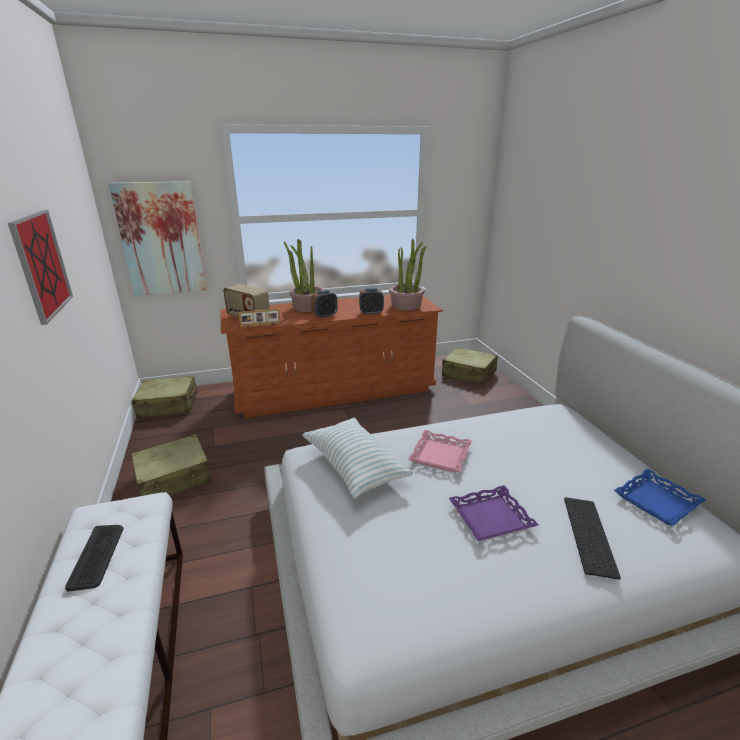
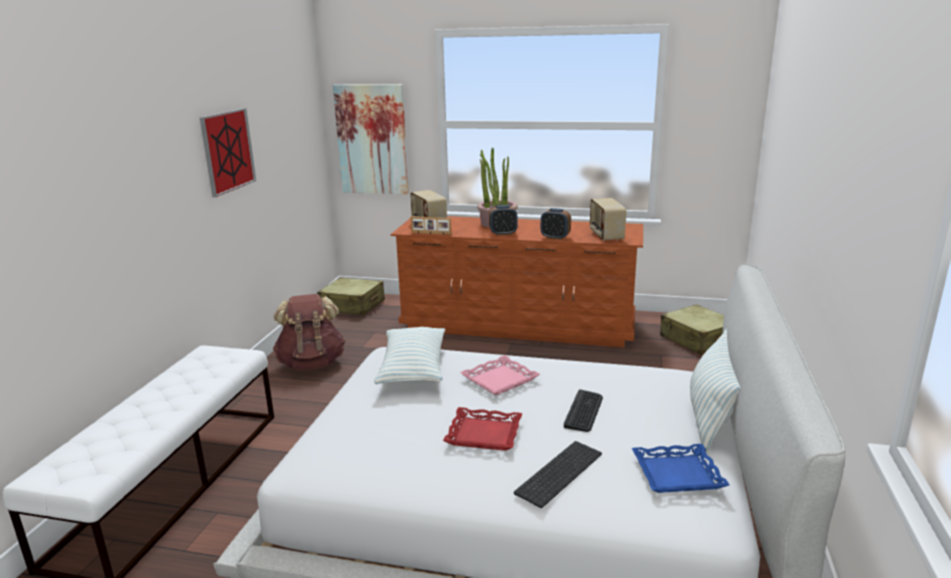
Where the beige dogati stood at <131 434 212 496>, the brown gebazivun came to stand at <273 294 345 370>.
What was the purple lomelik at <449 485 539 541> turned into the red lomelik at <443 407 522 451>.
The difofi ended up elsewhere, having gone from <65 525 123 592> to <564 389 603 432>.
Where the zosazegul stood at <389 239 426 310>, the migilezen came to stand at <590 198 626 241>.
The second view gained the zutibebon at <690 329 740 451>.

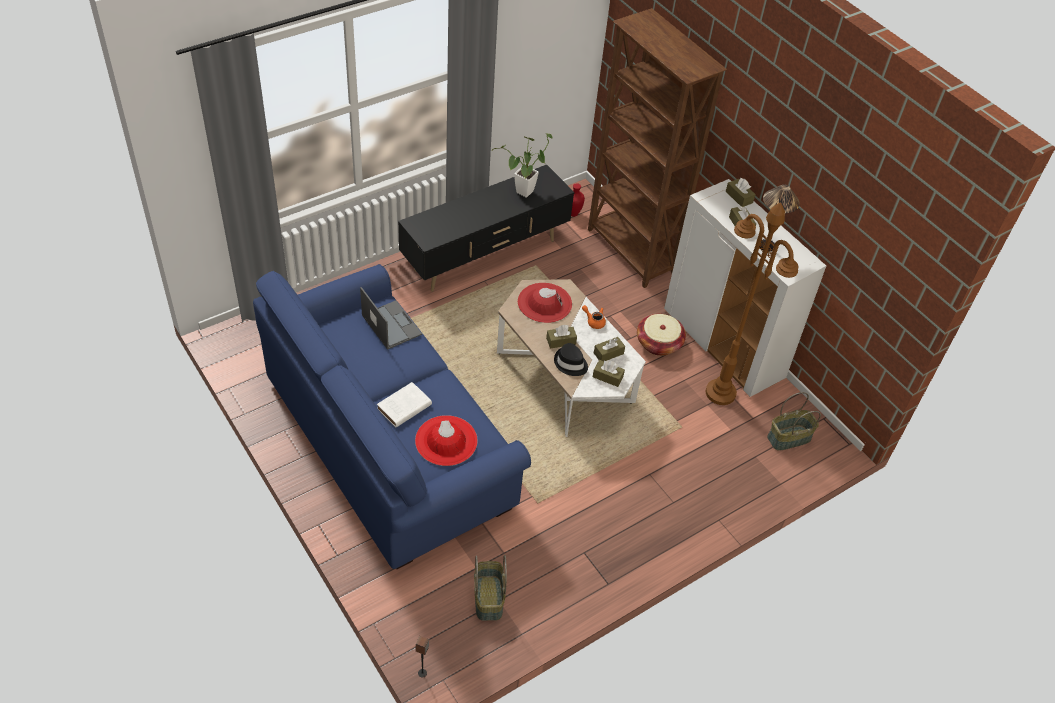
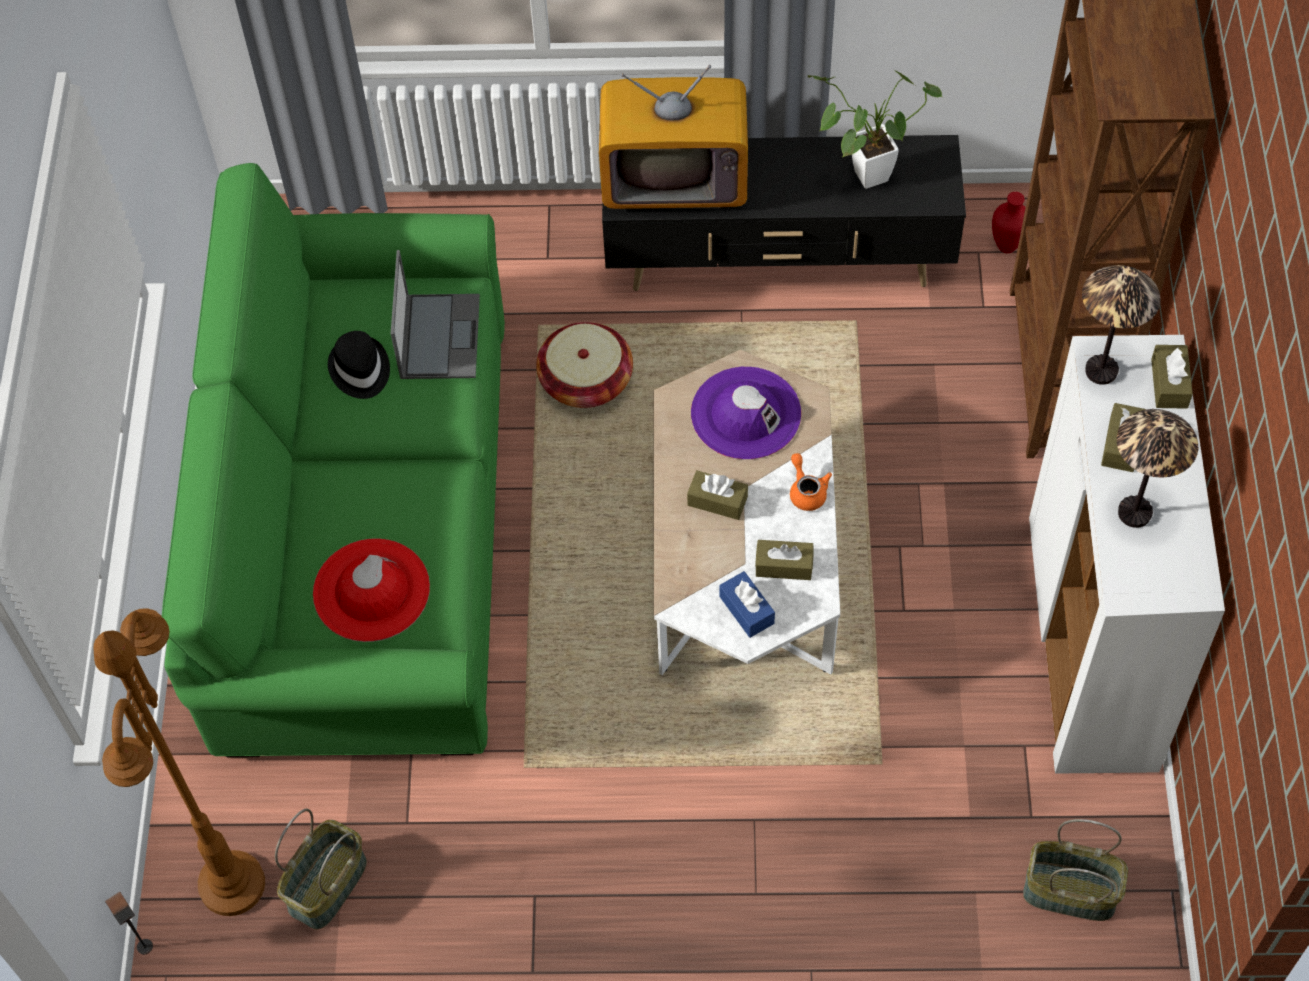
The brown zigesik ended up elsewhere, having gone from <706 202 799 405> to <94 608 265 916>.
What was the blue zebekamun at <253 264 531 569> turned into the green zebekamun at <162 163 505 758>.
The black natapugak ended up elsewhere, having gone from <554 343 588 376> to <328 331 390 399>.
The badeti ended up elsewhere, having gone from <637 314 686 356> to <536 322 633 408>.
The second view gained the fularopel at <599 65 748 209>.
What was the red natapugak at <518 283 572 323> turned into the purple natapugak at <691 367 801 460>.
What was the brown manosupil at <593 360 625 387> turned into the blue manosupil at <720 571 775 638>.
The second view gained the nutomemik at <1082 265 1160 385>.
The second view lost the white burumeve at <377 382 432 427>.

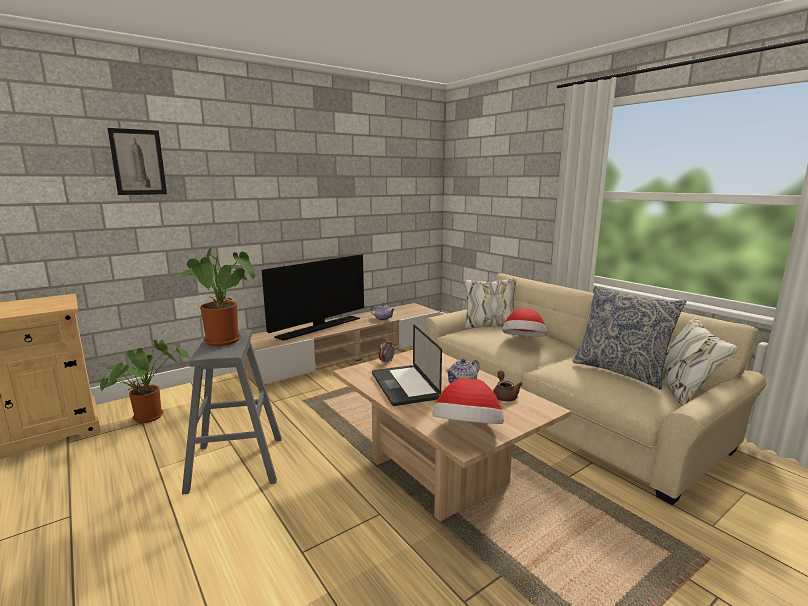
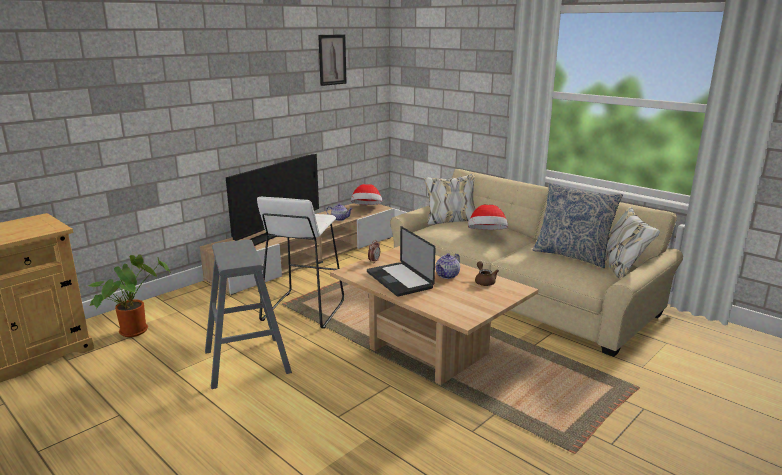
The second view gained the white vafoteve at <257 196 344 329>.
The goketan ended up elsewhere, having gone from <107 128 167 195> to <318 34 347 86>.
The natapugak ended up elsewhere, having gone from <432 378 504 424> to <351 184 382 205>.
The second view lost the zosazegul at <178 247 255 346>.

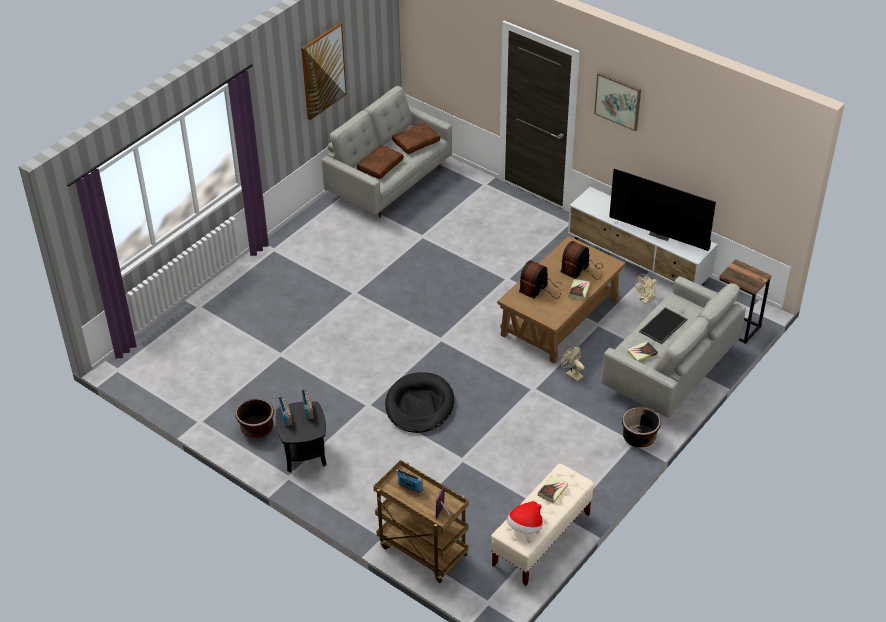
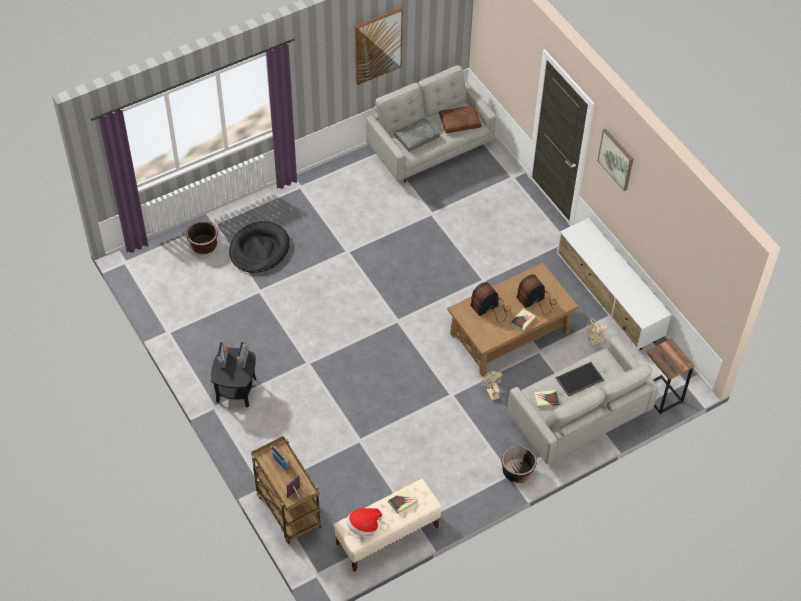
The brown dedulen ended up elsewhere, having gone from <235 399 274 438> to <186 221 218 254>.
The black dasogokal ended up elsewhere, having gone from <385 372 454 433> to <229 221 290 273>.
What was the brown zutibebon at <357 145 404 179> turned into the grey zutibebon at <394 118 440 152>.
The second view lost the fularopel at <609 169 716 251>.

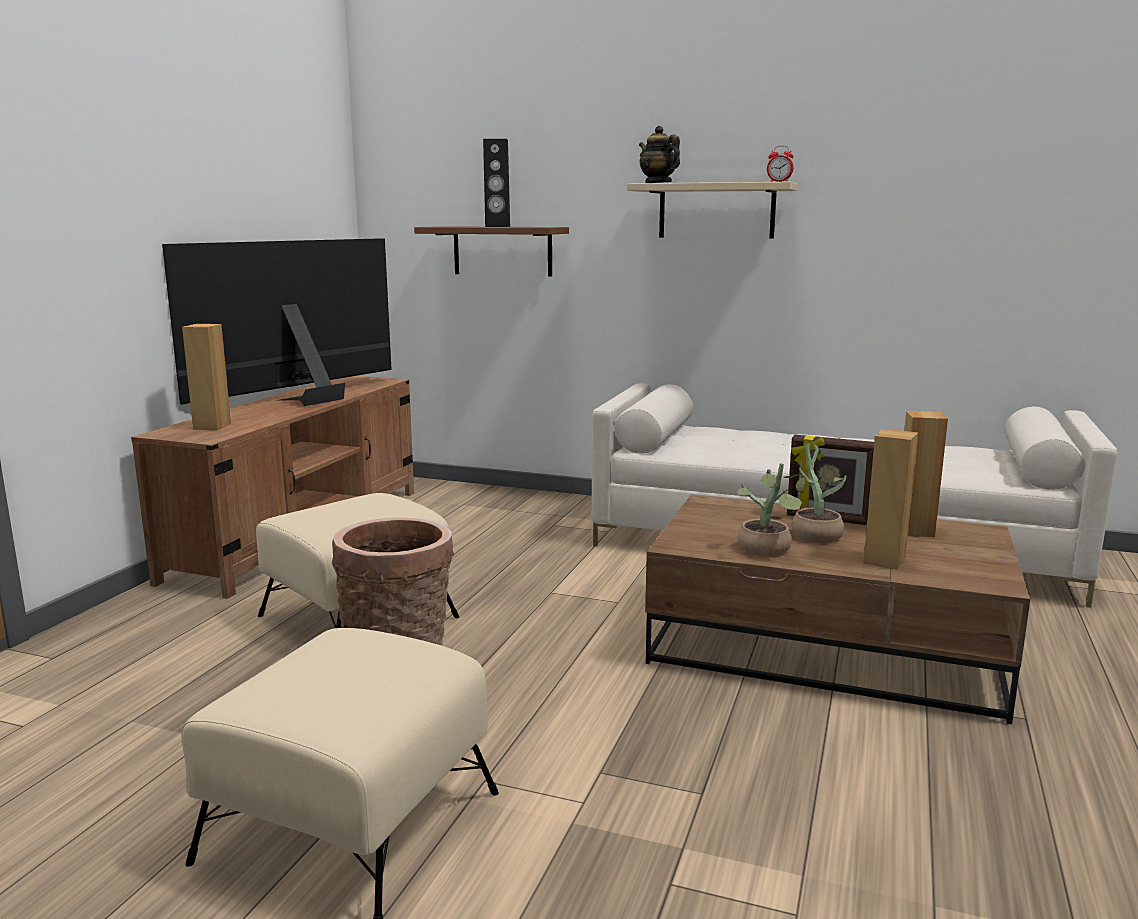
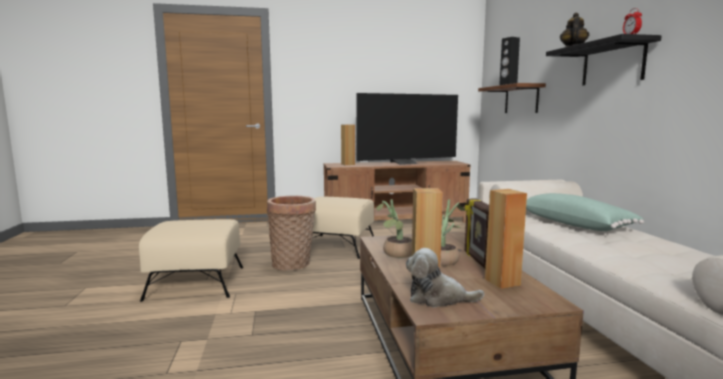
The fularopel at <162 238 392 406> ended up facing another way, 150 degrees clockwise from before.
The second view gained the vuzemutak at <406 248 484 307>.
The second view gained the green zutibebon at <526 193 644 231>.
What was the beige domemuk at <627 182 797 239> turned into the black domemuk at <546 34 662 85>.

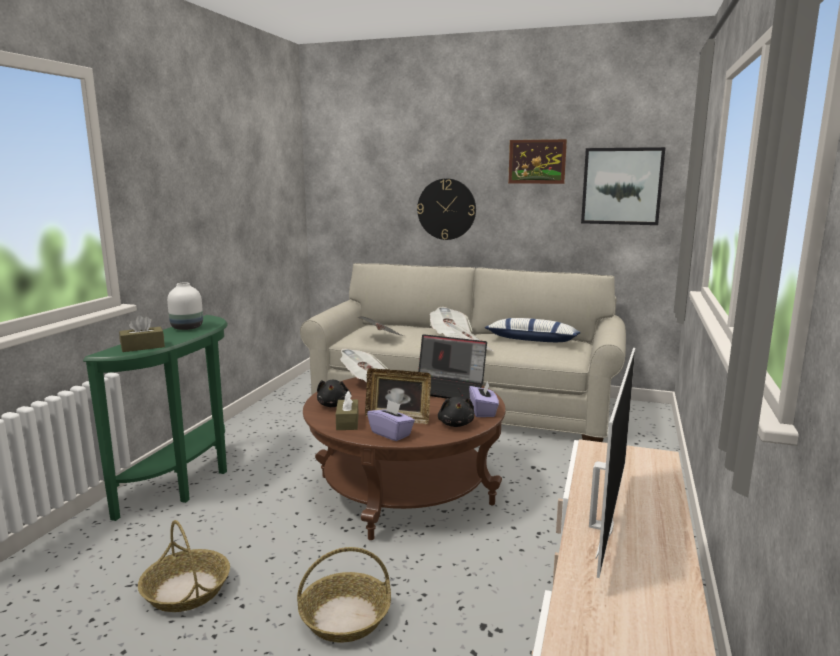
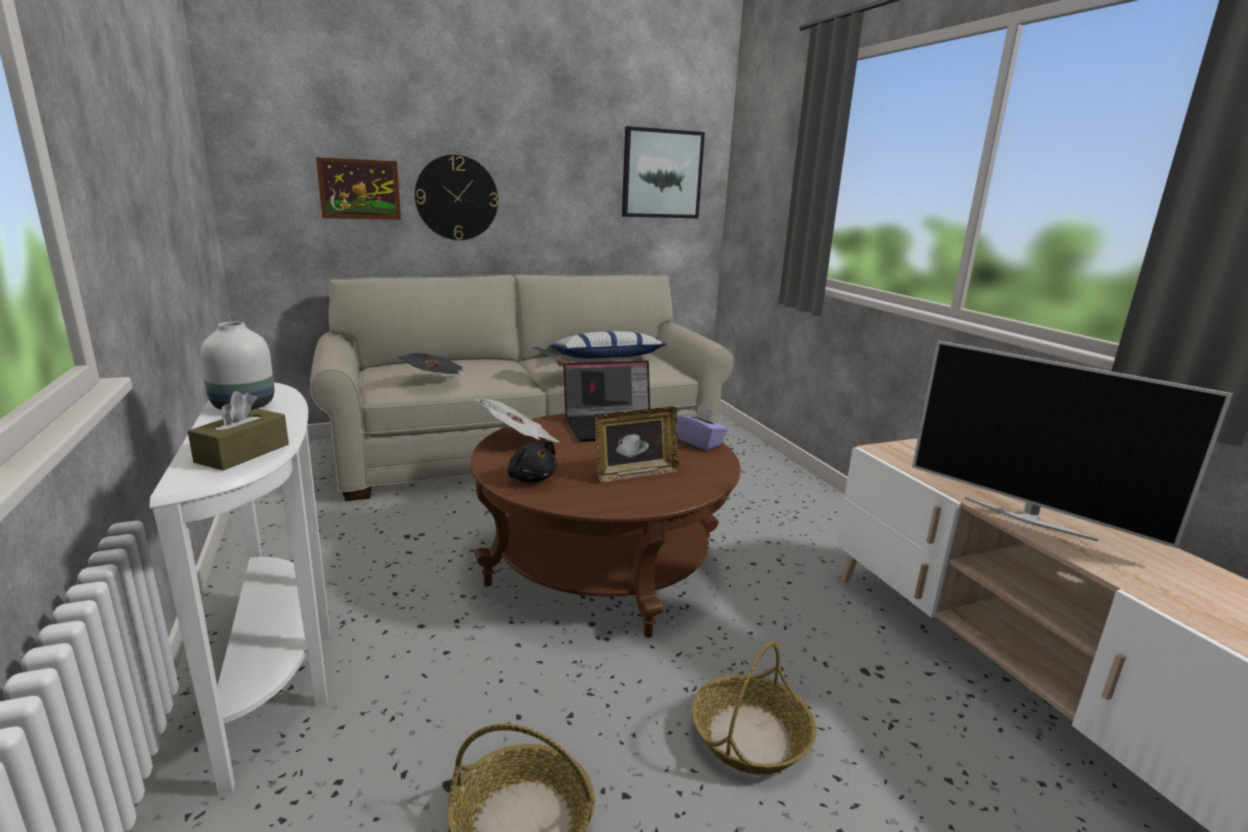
What was the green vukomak at <83 315 228 521> turned into the white vukomak at <149 382 330 796>.
The goketan ended up elsewhere, having gone from <508 139 567 184> to <316 157 401 220>.
The fularopel at <589 348 635 578> ended up facing another way, 150 degrees clockwise from before.
The second view lost the brown manosupil at <336 391 359 430>.
The second view lost the purple manosupil at <367 400 415 441>.
The second view lost the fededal at <430 307 472 339>.
The second view lost the black vuzemutak at <438 397 474 427>.

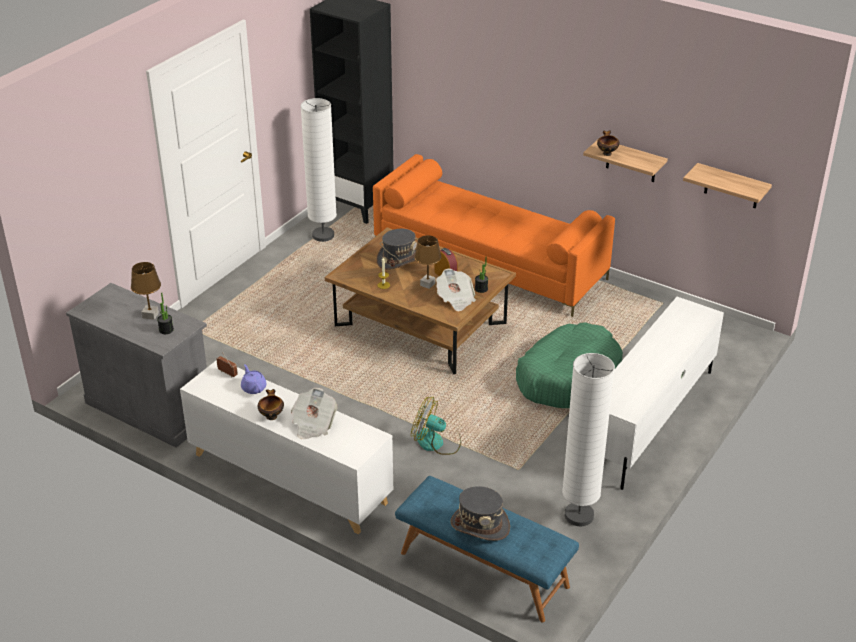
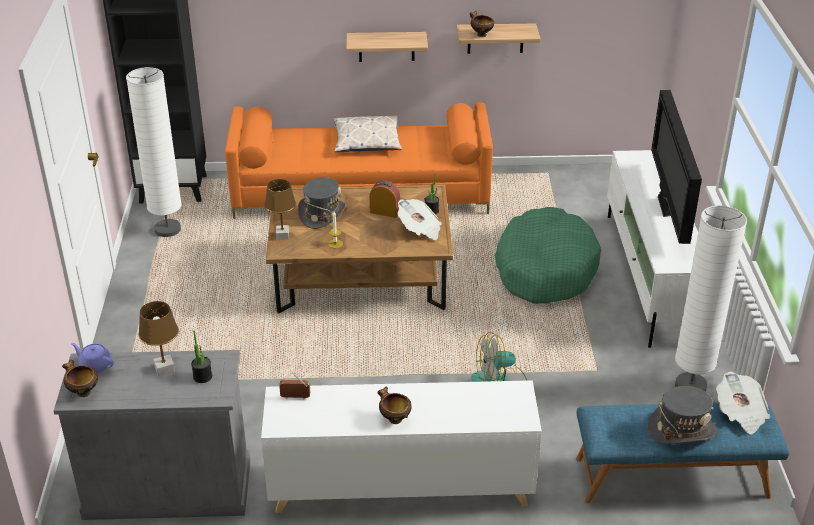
The second view gained the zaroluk at <62 360 98 397>.
The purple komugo ended up elsewhere, having gone from <241 364 266 394> to <71 343 114 373>.
The brown nutomemik ended up elsewhere, having gone from <414 235 441 289> to <265 179 296 240>.
The second view gained the zutibebon at <333 115 402 152>.
The domemuk ended up elsewhere, having gone from <683 163 772 209> to <346 32 428 62>.
The second view gained the fularopel at <651 90 702 244>.
The fededal ended up elsewhere, having gone from <291 388 337 439> to <716 372 770 434>.

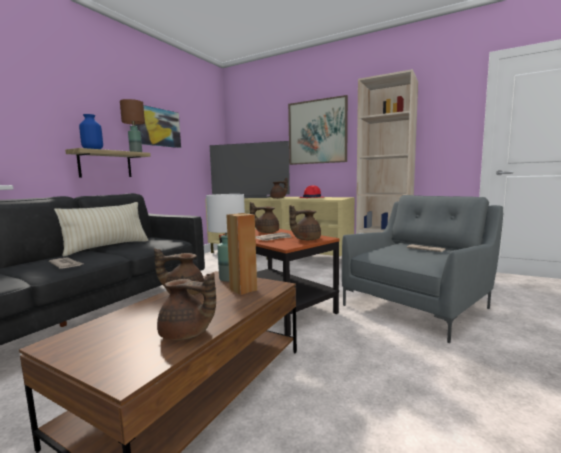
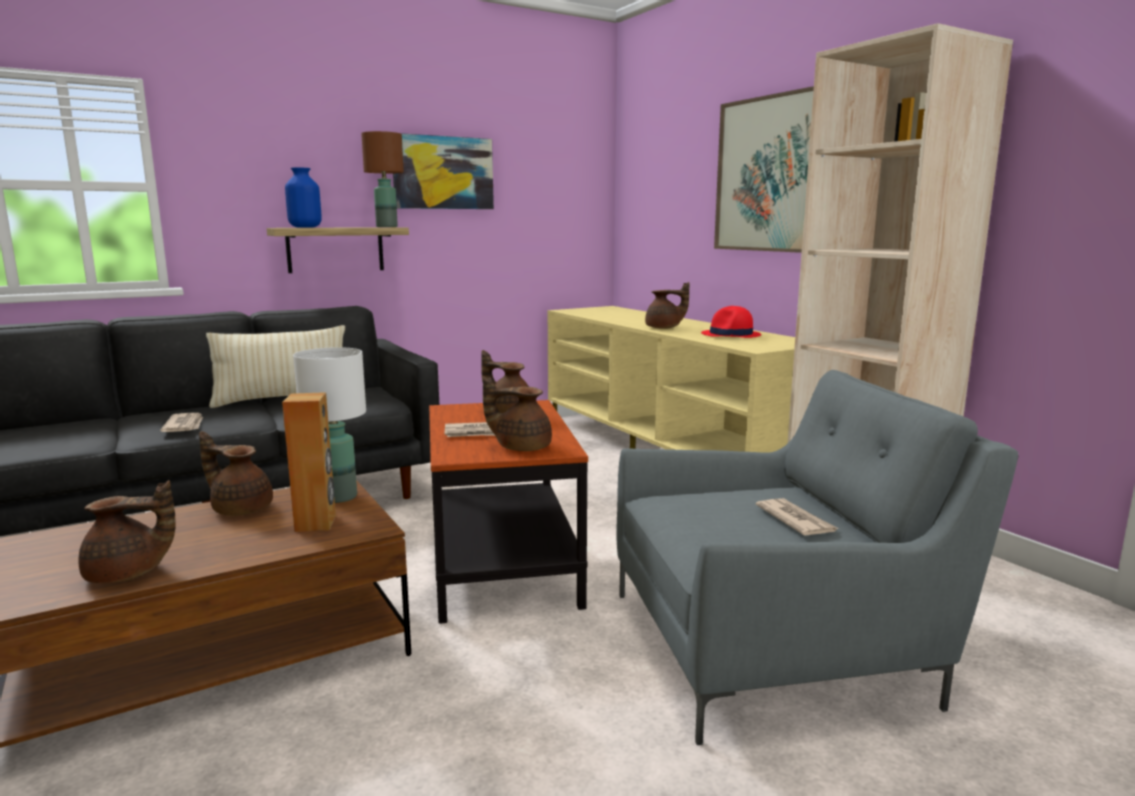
The brown komugo at <157 272 216 341> ended up facing another way, 60 degrees counterclockwise from before.
The second view lost the fularopel at <209 141 290 198>.

